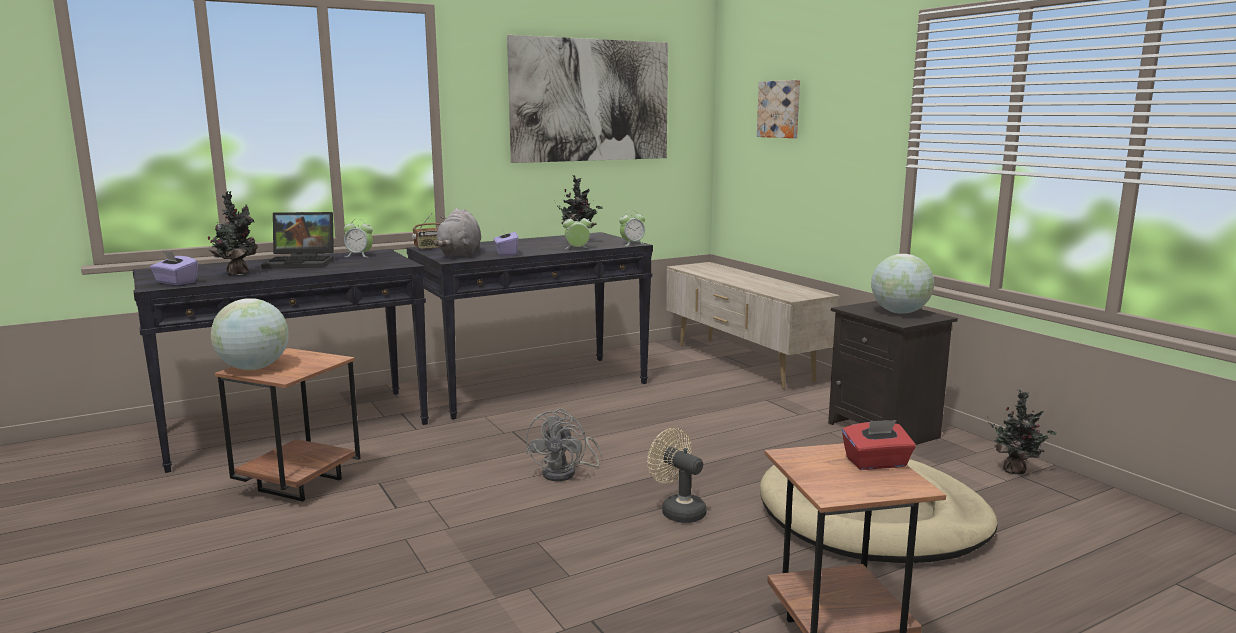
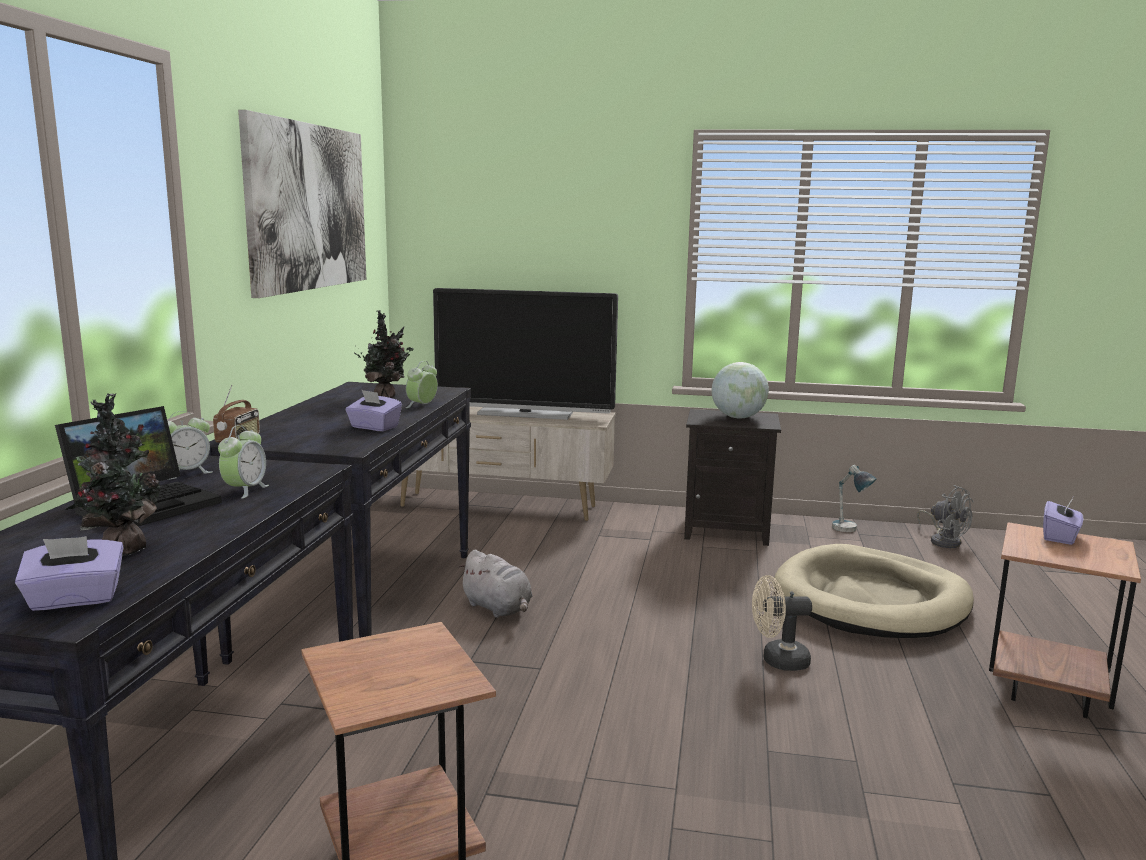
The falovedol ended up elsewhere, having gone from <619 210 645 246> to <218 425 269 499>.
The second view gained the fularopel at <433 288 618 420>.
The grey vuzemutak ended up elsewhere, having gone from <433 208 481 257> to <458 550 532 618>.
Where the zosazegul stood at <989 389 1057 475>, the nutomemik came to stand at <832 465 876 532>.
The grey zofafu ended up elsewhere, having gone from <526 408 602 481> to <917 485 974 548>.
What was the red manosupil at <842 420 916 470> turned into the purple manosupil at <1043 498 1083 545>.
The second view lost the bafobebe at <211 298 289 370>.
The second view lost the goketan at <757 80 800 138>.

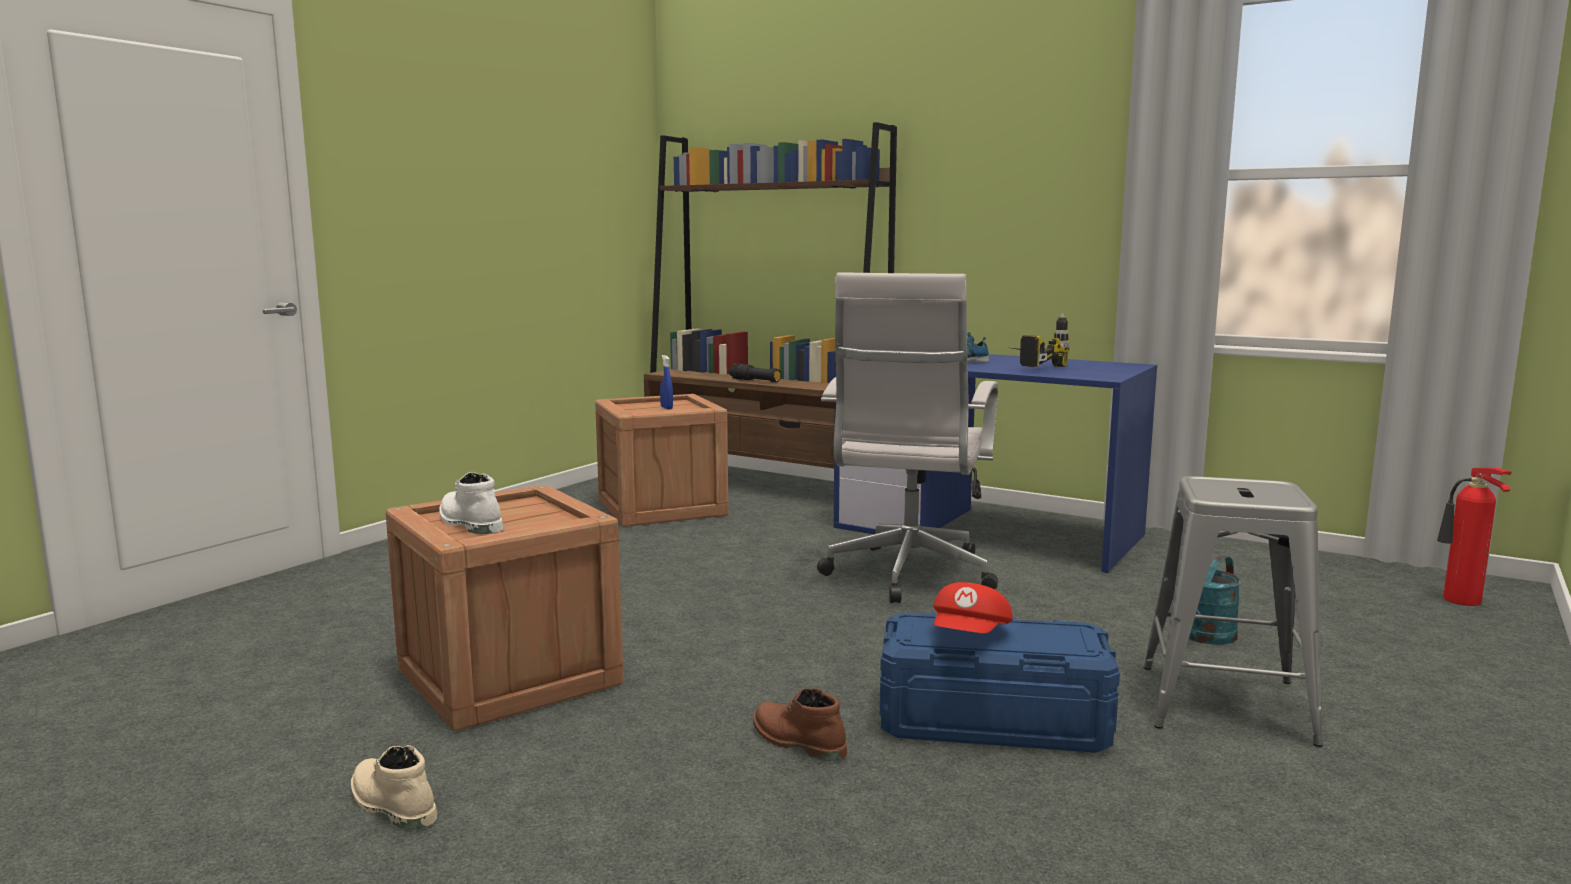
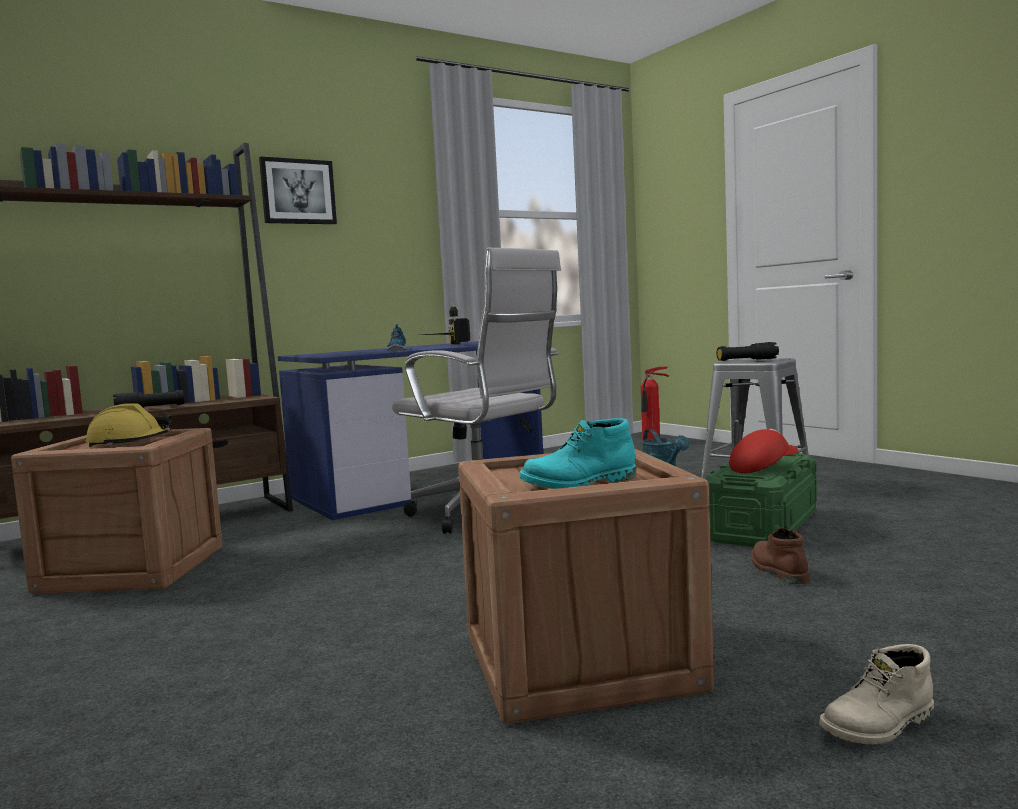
Where the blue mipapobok stood at <660 355 673 410>, the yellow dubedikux came to stand at <85 403 171 447>.
The second view gained the goketan at <259 157 337 224>.
What was the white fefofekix at <439 472 503 534> turned into the turquoise fefofekix at <520 418 636 489>.
What was the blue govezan at <880 612 1120 753> turned into the green govezan at <705 453 817 547>.
The second view gained the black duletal at <716 342 779 361>.
The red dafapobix at <933 582 1013 634> ended up facing another way, 75 degrees counterclockwise from before.
The brown fefofekix at <753 688 847 761> ended up facing another way, 105 degrees clockwise from before.

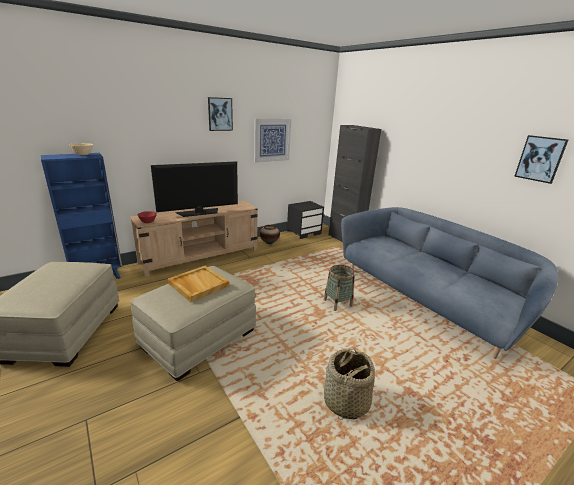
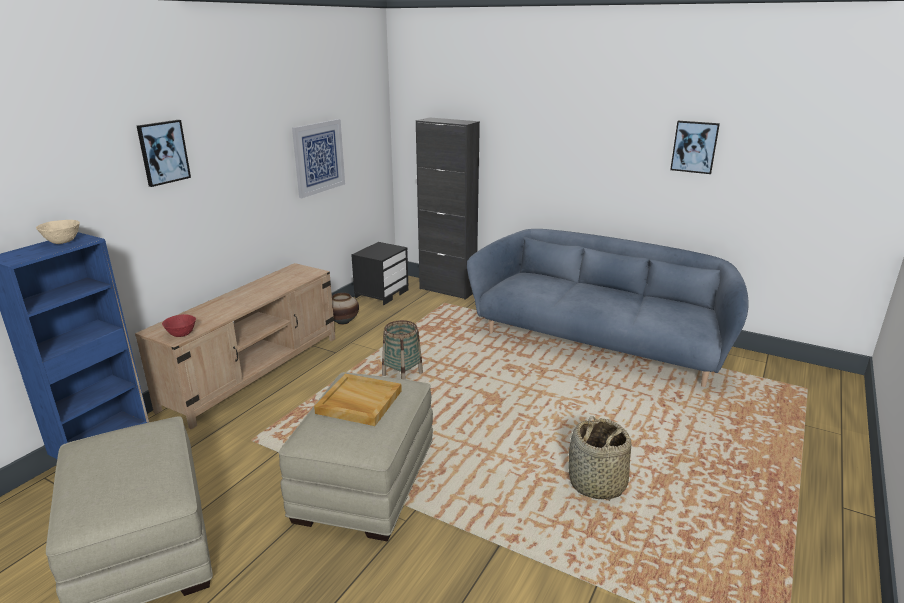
The goketan ended up elsewhere, having gone from <208 97 233 131> to <137 120 191 187>.
The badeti ended up elsewhere, having gone from <324 265 355 311> to <382 320 423 380>.
The second view lost the fularopel at <151 161 238 217>.

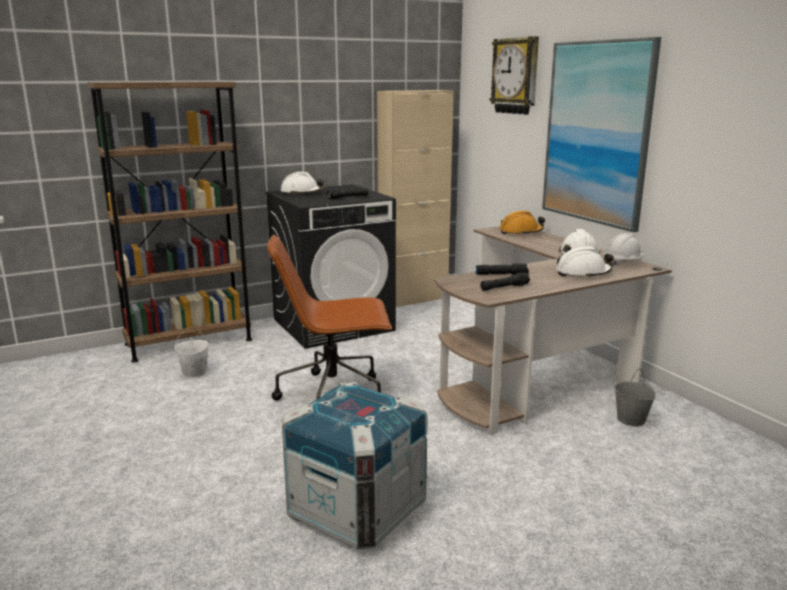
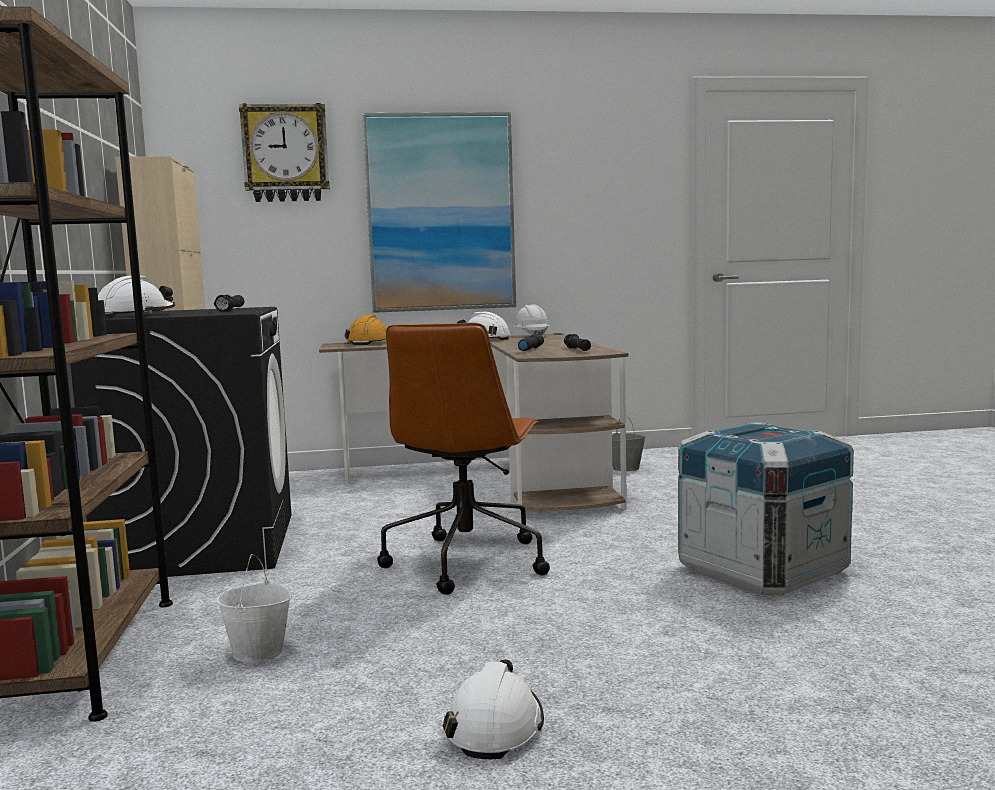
The white dubedikux ended up elsewhere, having gone from <556 247 614 278> to <443 659 544 759>.

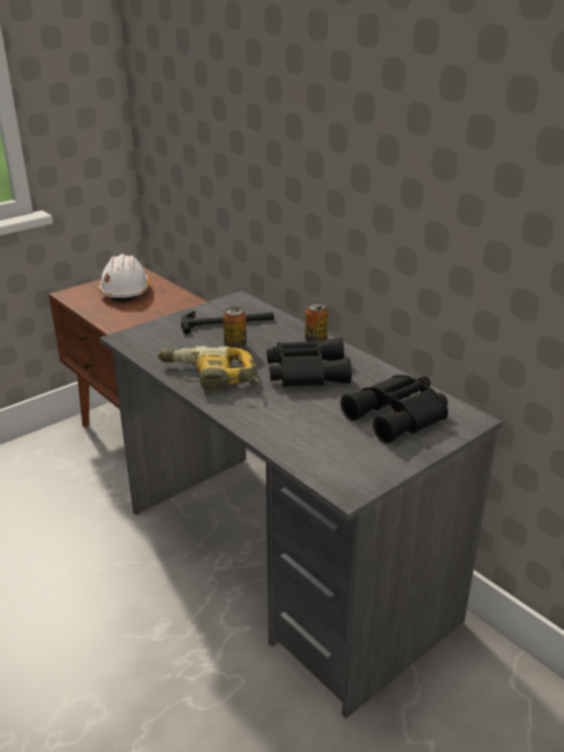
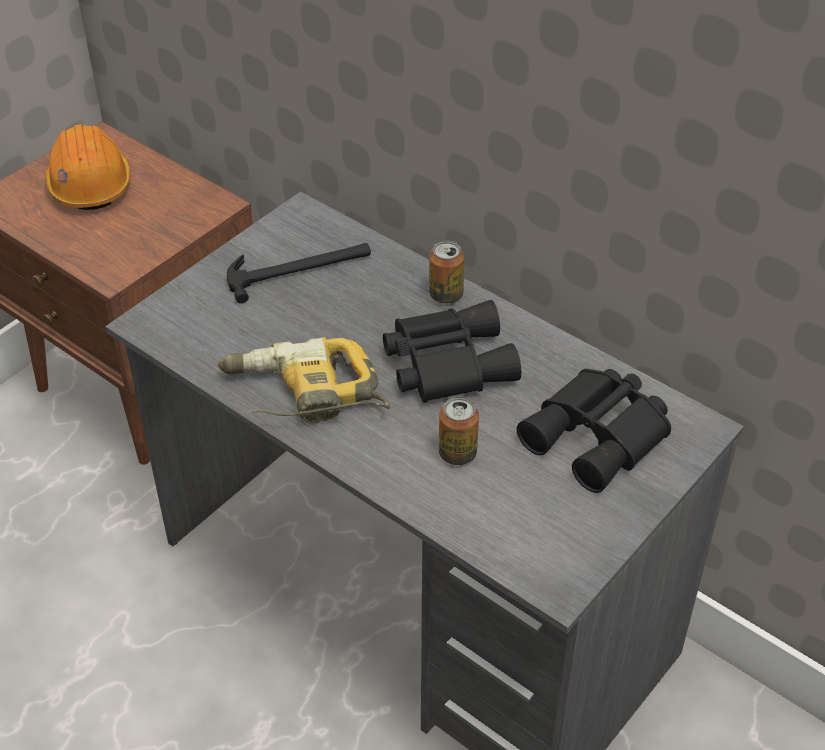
What was the white dubedikux at <99 254 150 302> turned into the orange dubedikux at <45 124 131 210>.
The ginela ended up elsewhere, having gone from <223 307 247 349> to <439 396 479 465>.

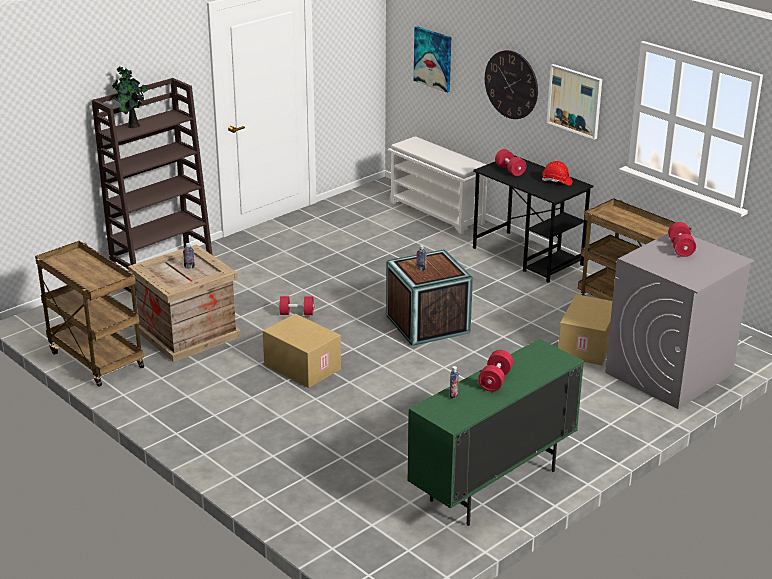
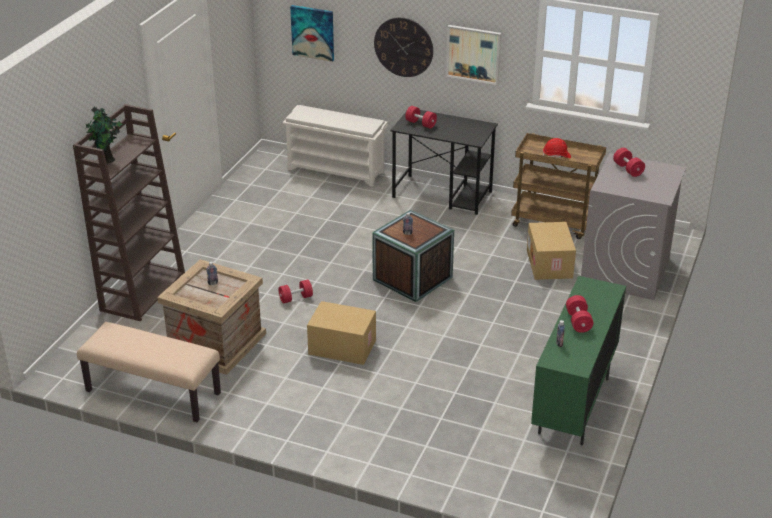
Where the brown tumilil stood at <35 241 144 387>, the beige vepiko came to stand at <77 322 221 422>.
The red dubedikux ended up elsewhere, having gone from <542 161 573 185> to <543 138 571 158>.

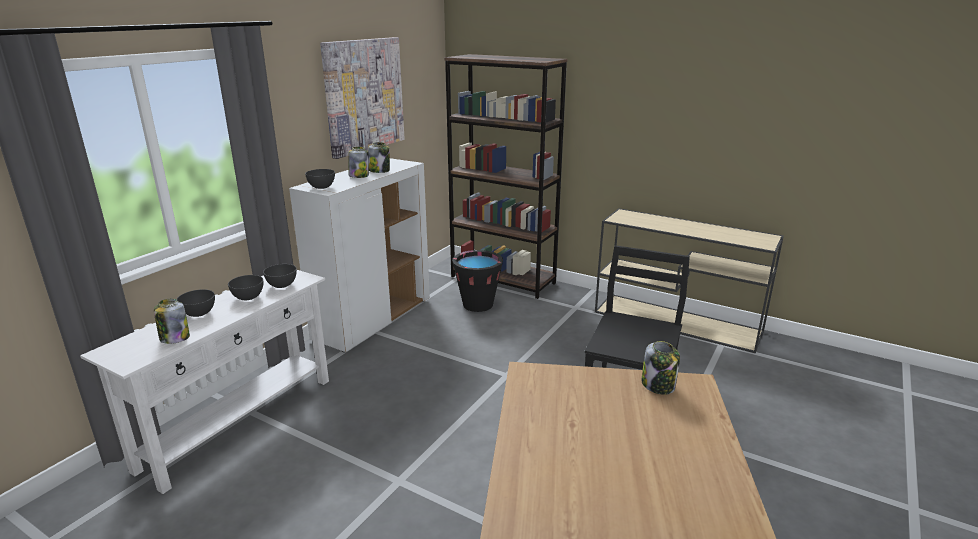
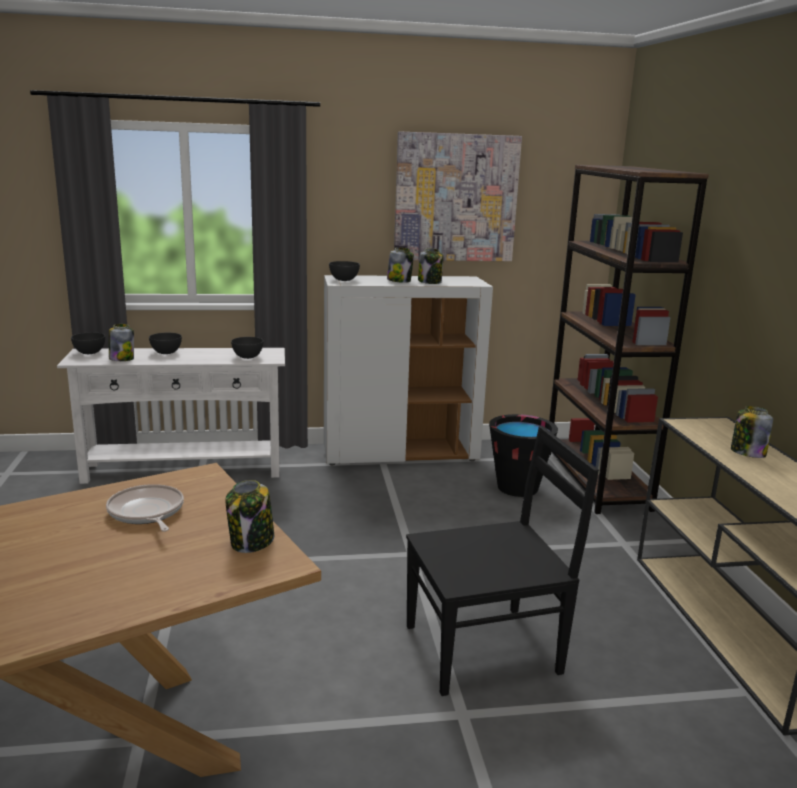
The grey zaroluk ended up elsewhere, having gone from <228 275 263 300> to <71 332 105 354>.
The second view gained the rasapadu at <106 484 184 532>.
The second view gained the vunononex at <731 406 773 458>.

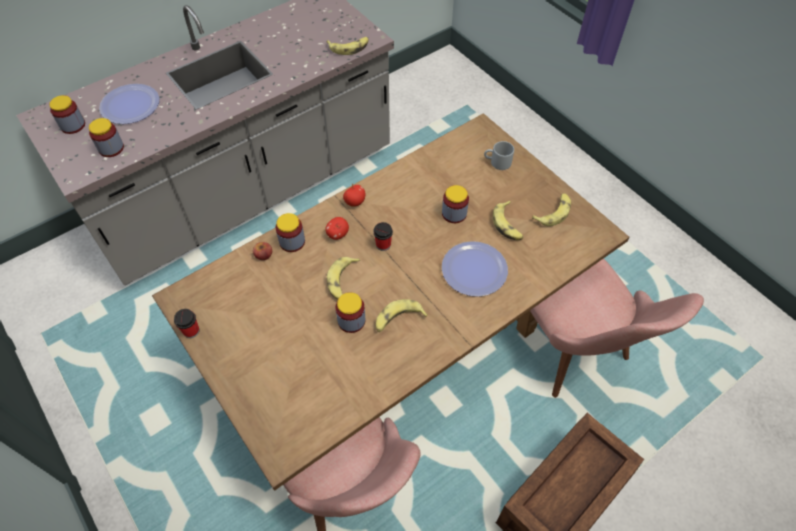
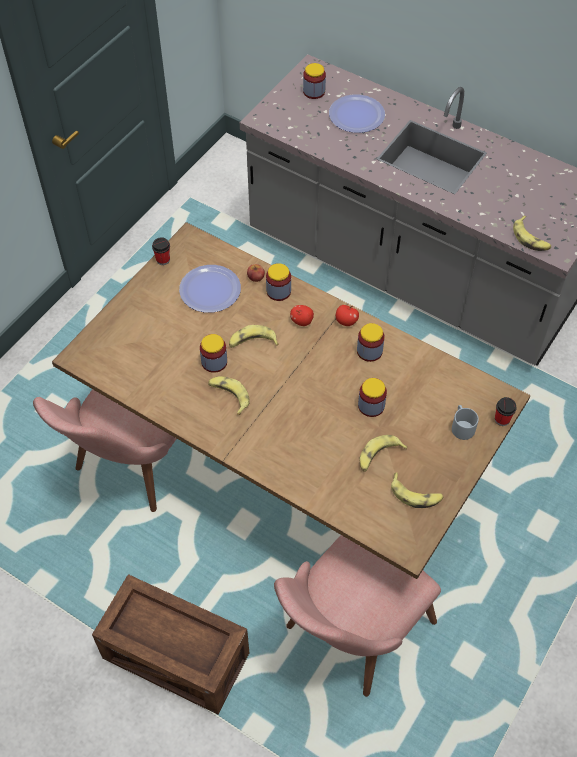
The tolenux ended up elsewhere, having gone from <442 241 508 297> to <179 265 241 313>.
The vunononex ended up elsewhere, having gone from <89 118 124 157> to <357 323 385 362>.
The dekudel ended up elsewhere, having gone from <373 222 393 251> to <495 397 517 426>.

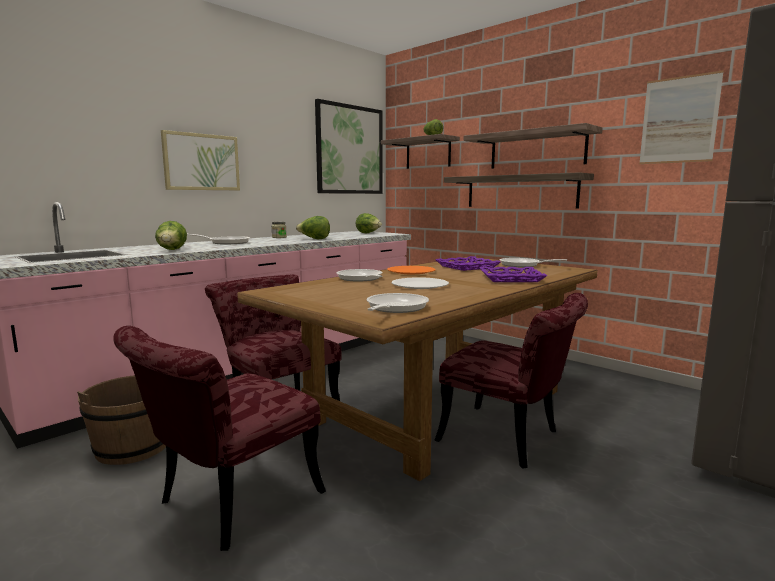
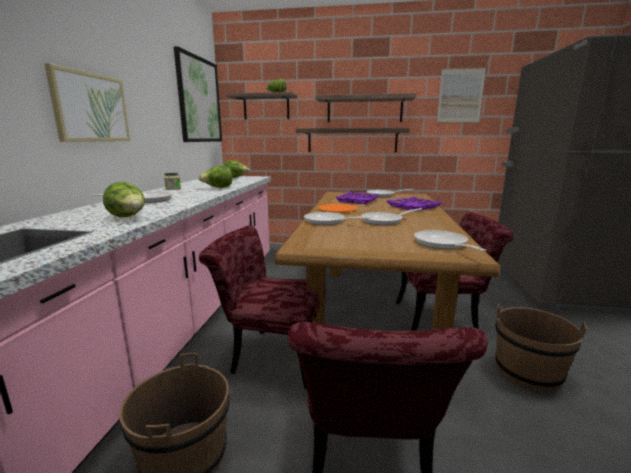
Where the white tolenux stood at <392 277 449 289>, the rasapadu came to stand at <361 208 422 225>.
The second view gained the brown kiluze at <495 303 587 391>.

